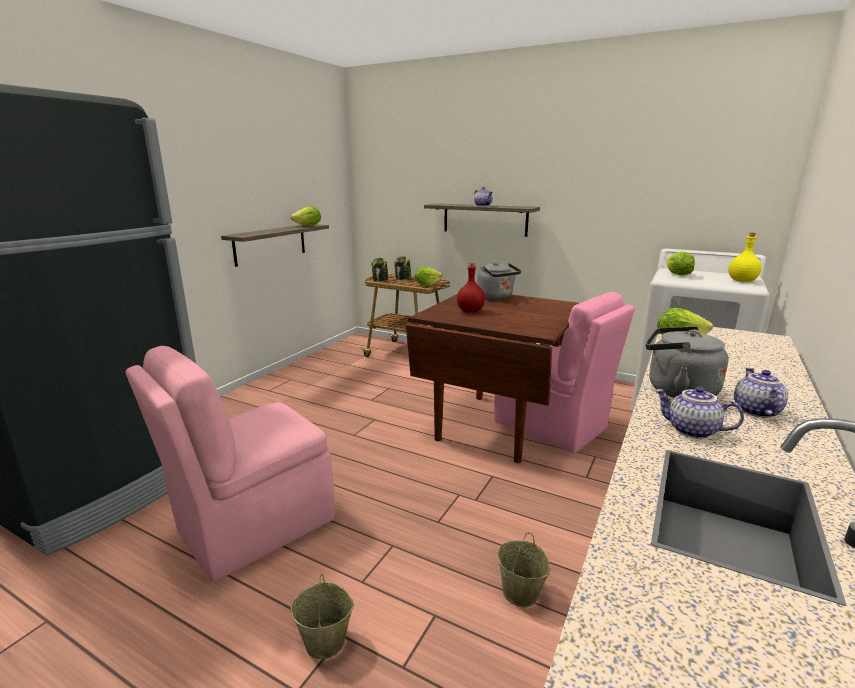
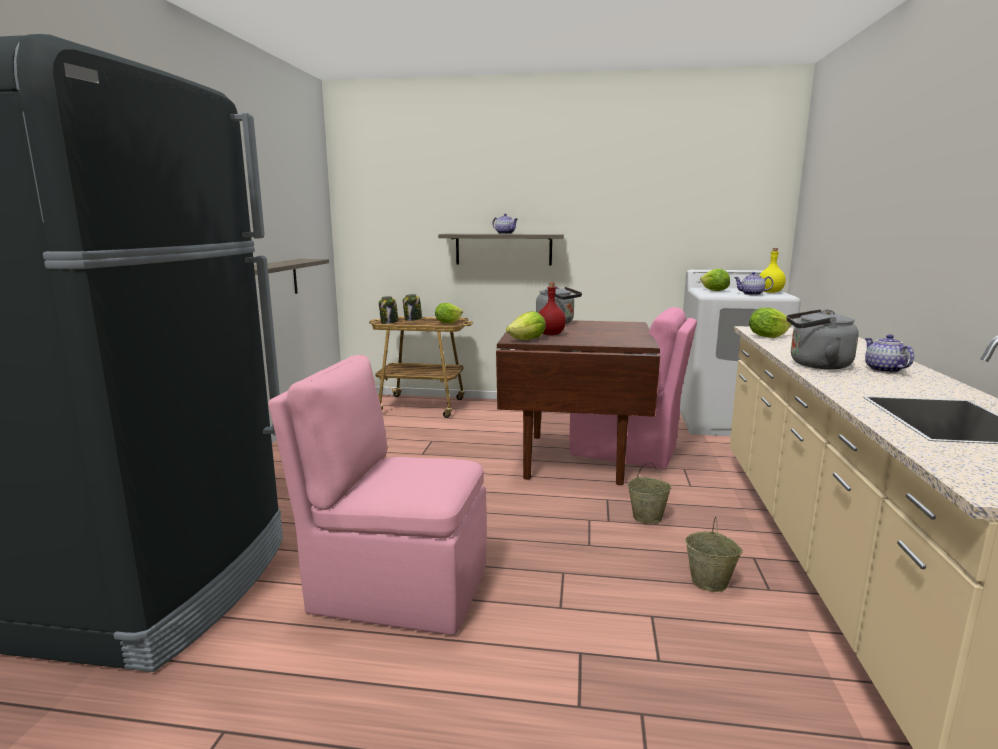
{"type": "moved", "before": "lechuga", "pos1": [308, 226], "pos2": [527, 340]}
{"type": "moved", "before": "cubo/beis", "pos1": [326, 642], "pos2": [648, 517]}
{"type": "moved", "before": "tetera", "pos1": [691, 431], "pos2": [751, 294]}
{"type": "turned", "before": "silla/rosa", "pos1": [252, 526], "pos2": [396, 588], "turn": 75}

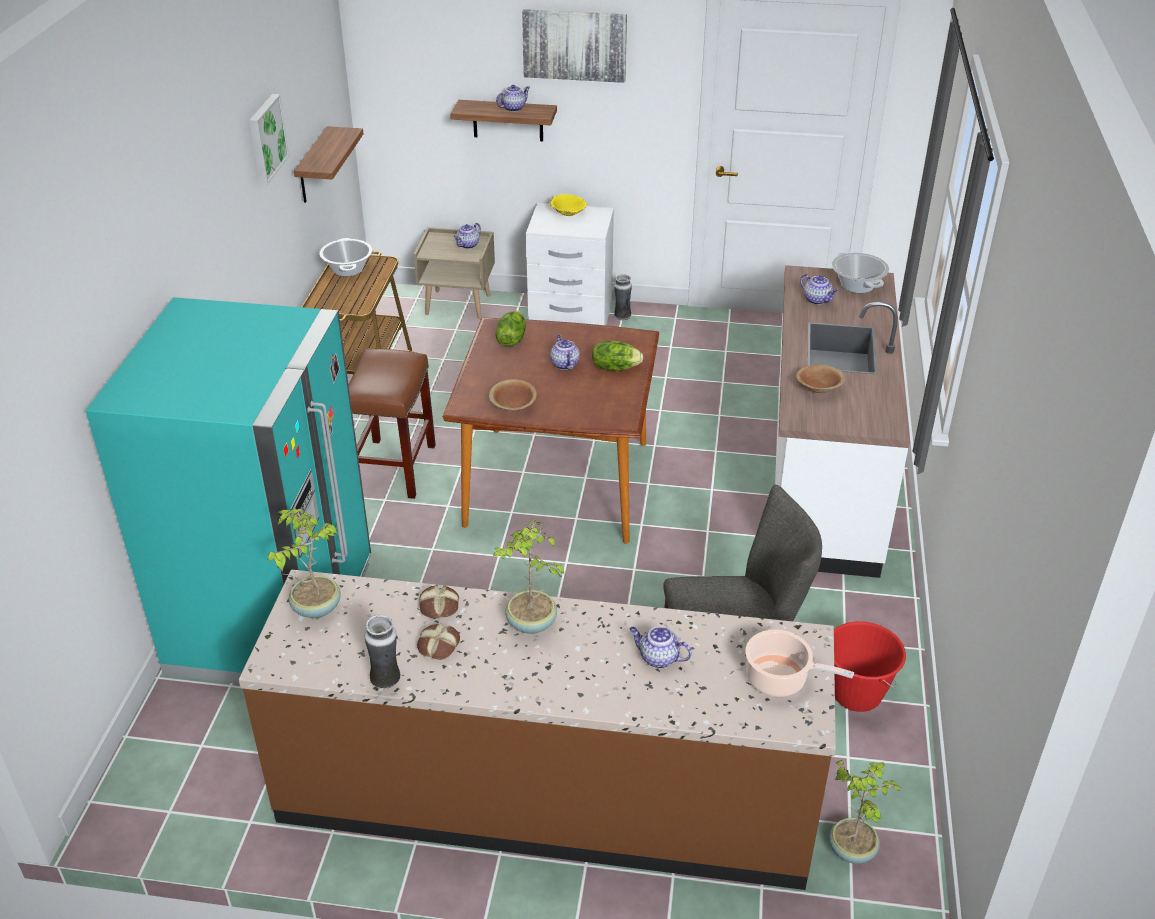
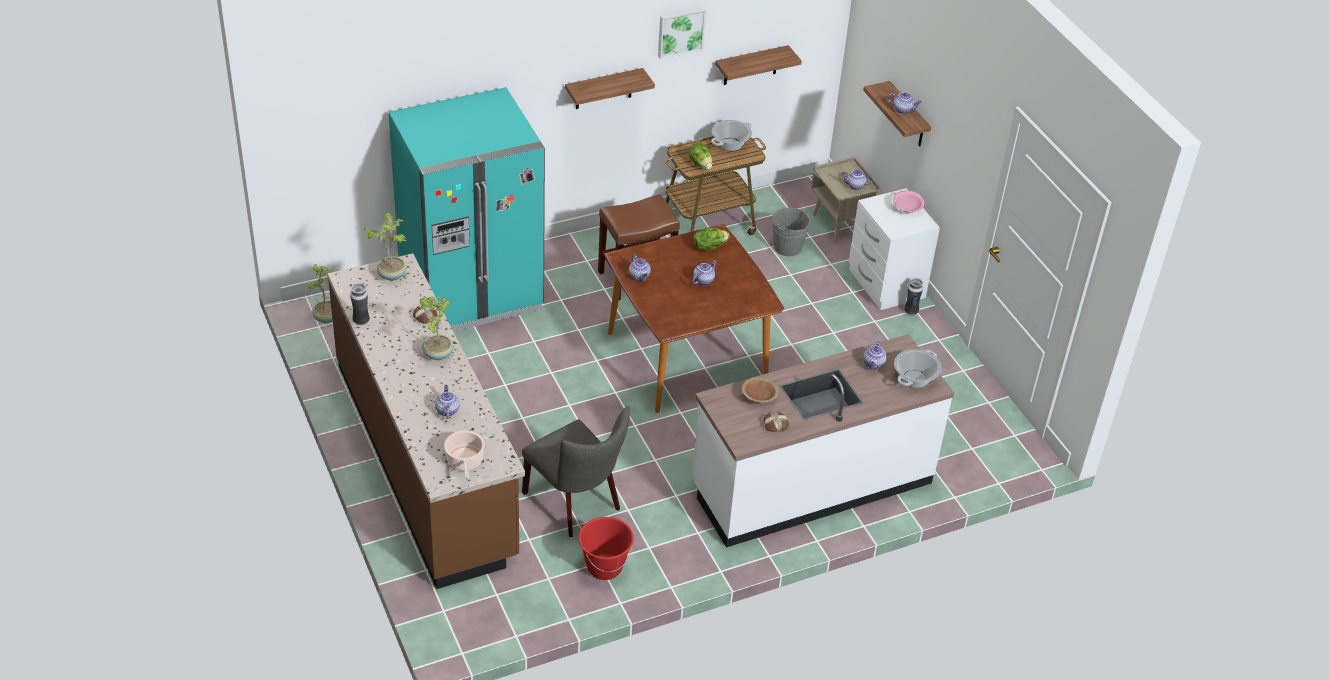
{"type": "removed", "before": "cuadro", "pos1": [574, 45]}
{"type": "added", "after": "estante", "pos2": [603, 89]}
{"type": "added", "after": "cubo/gris", "pos2": [787, 247]}
{"type": "moved", "before": "pan", "pos1": [438, 645], "pos2": [775, 424]}
{"type": "moved", "before": "lechuga", "pos1": [615, 367], "pos2": [700, 164]}
{"type": "moved", "before": "planta en maceta", "pos1": [852, 849], "pos2": [327, 318]}
{"type": "replaced", "before": "cuenco/marrón", "after": "tetera", "pos1": [513, 405], "pos2": [639, 276]}
{"type": "recoloured", "before": "cuenco/amarillo", "after": "cuenco/rosa", "pos1": [568, 213], "pos2": [907, 208]}

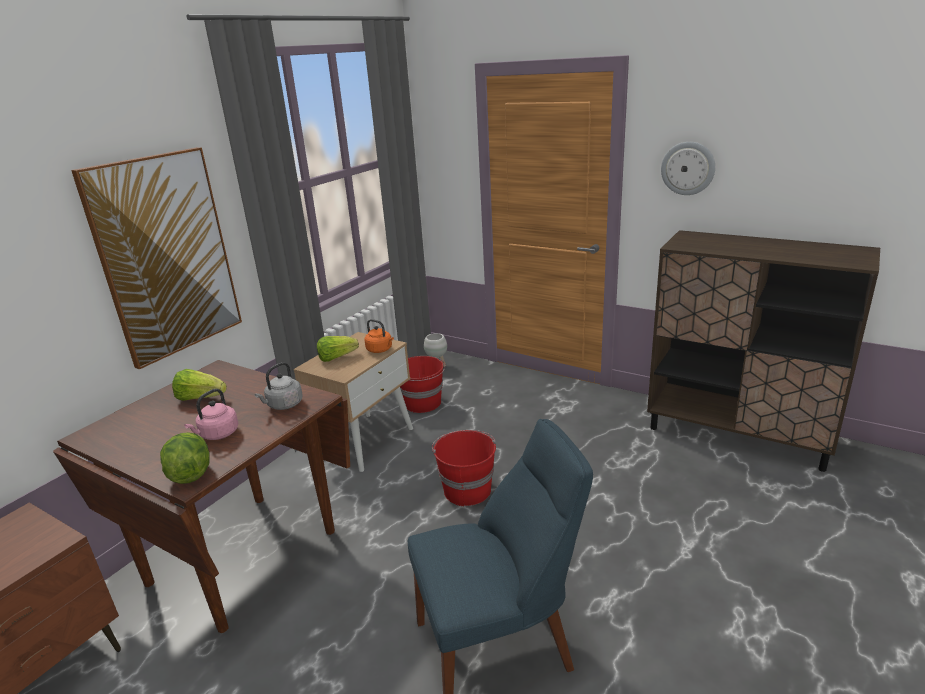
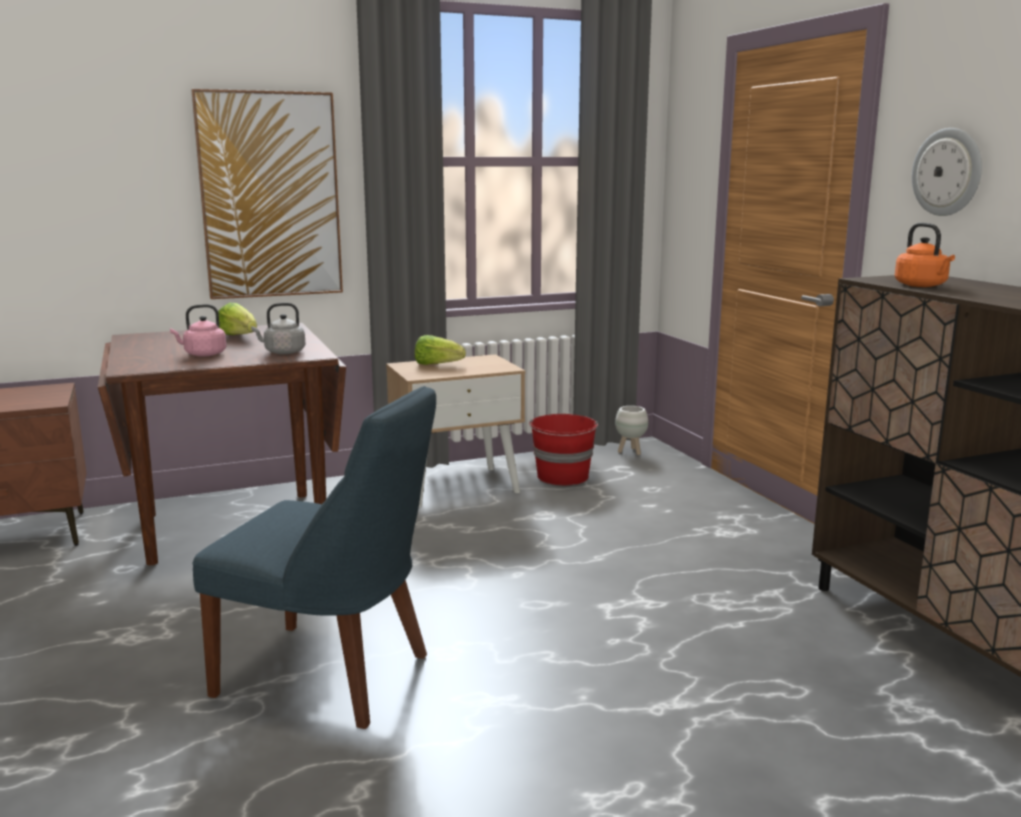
{"type": "removed", "before": "lechuga", "pos1": [190, 473]}
{"type": "removed", "before": "cubo/rojo", "pos1": [467, 489]}
{"type": "moved", "before": "hervidor/naranja", "pos1": [380, 350], "pos2": [922, 286]}

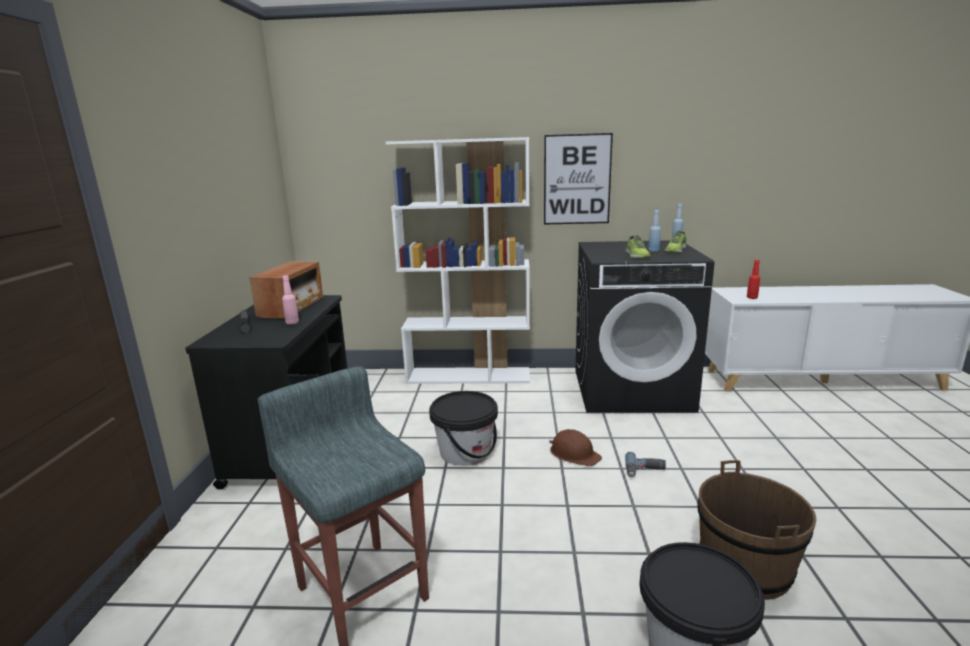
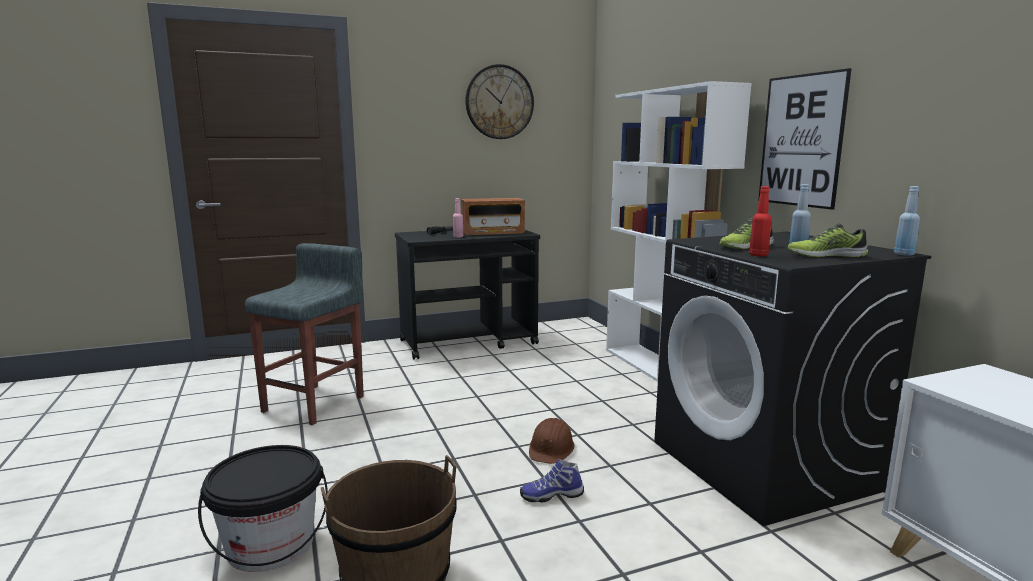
{"type": "removed", "before": "cubo/negro", "pos1": [465, 451]}
{"type": "added", "after": "reloj de pared", "pos2": [499, 102]}
{"type": "moved", "before": "botella/rojo", "pos1": [752, 297], "pos2": [758, 255]}
{"type": "replaced", "before": "taladro", "after": "zapato", "pos1": [645, 471], "pos2": [551, 495]}

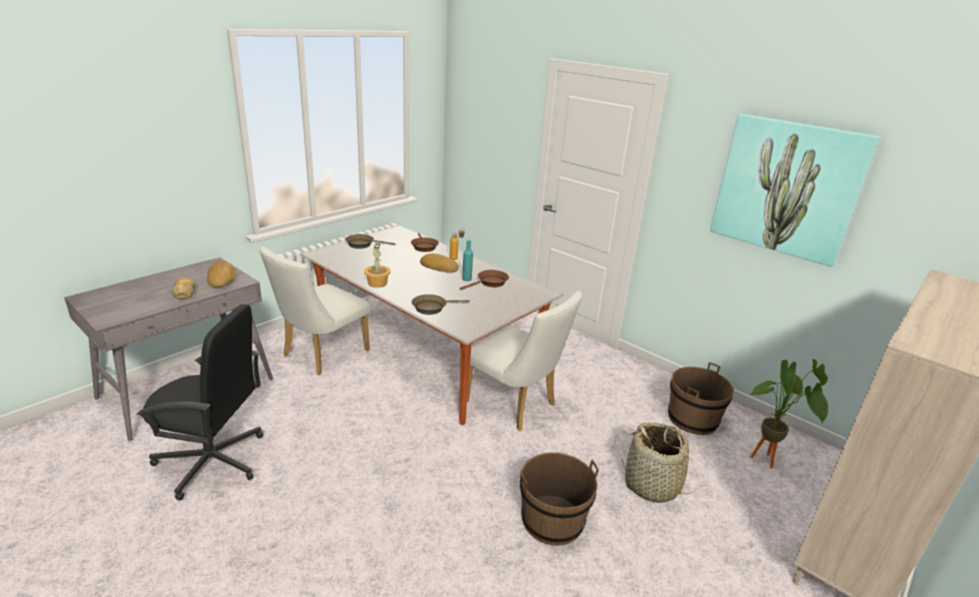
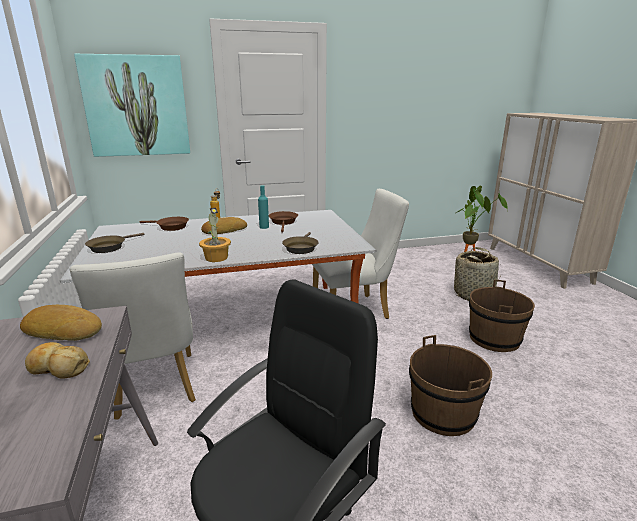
{"type": "moved", "before": "cubo/marrón", "pos1": [692, 419], "pos2": [443, 413]}
{"type": "moved", "before": "cuadro", "pos1": [787, 188], "pos2": [136, 106]}

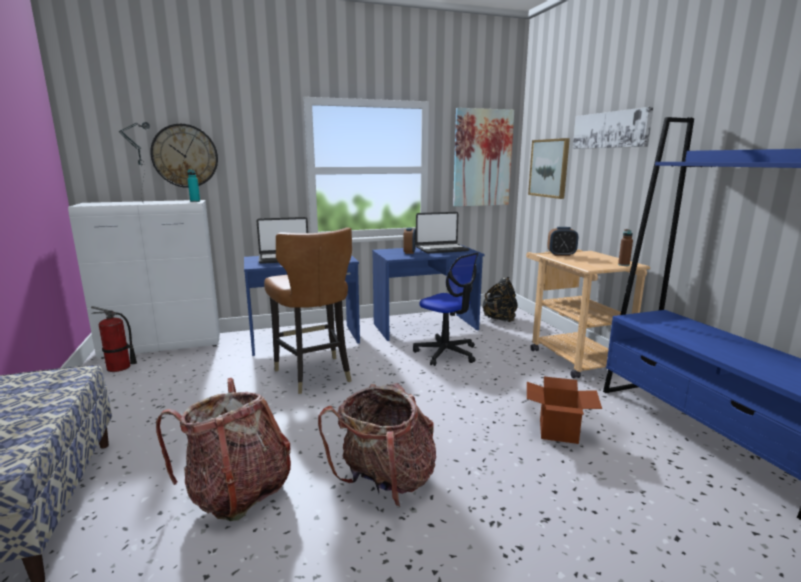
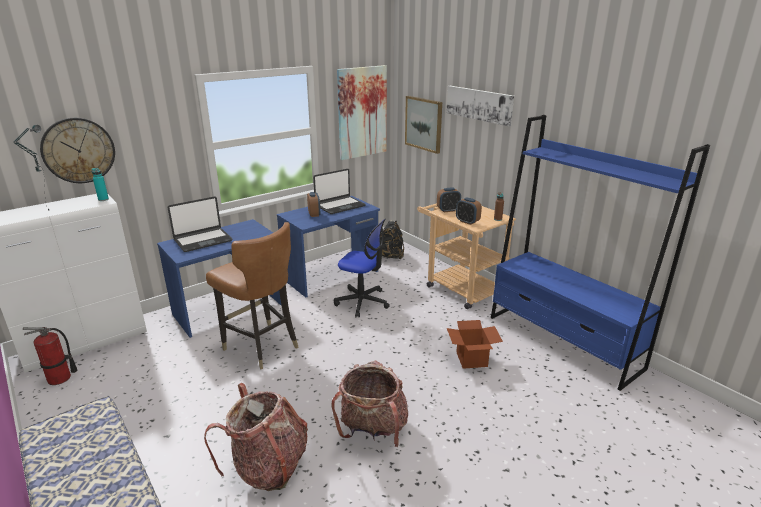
{"type": "added", "after": "despertador", "pos2": [467, 222]}

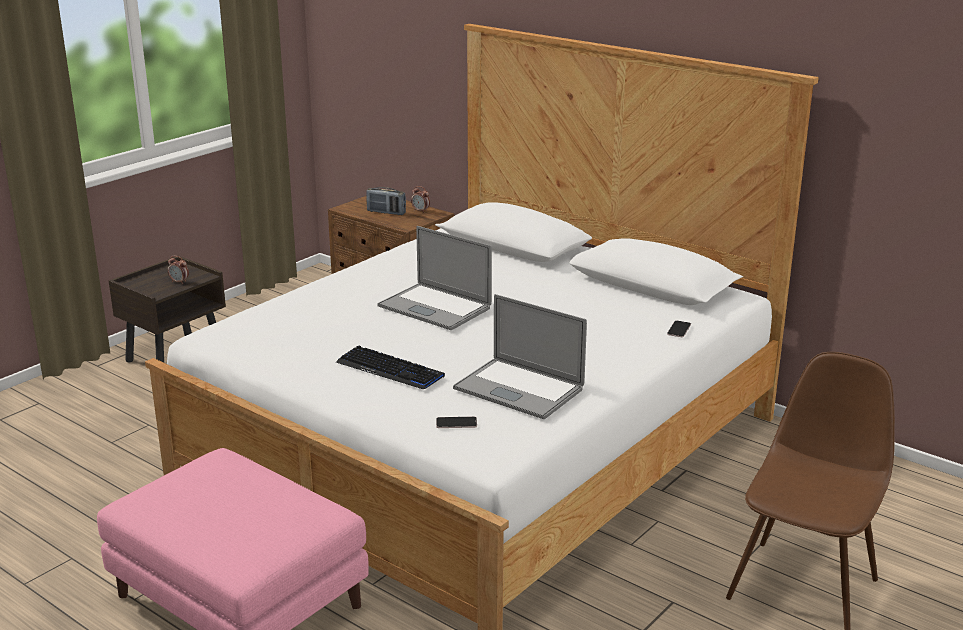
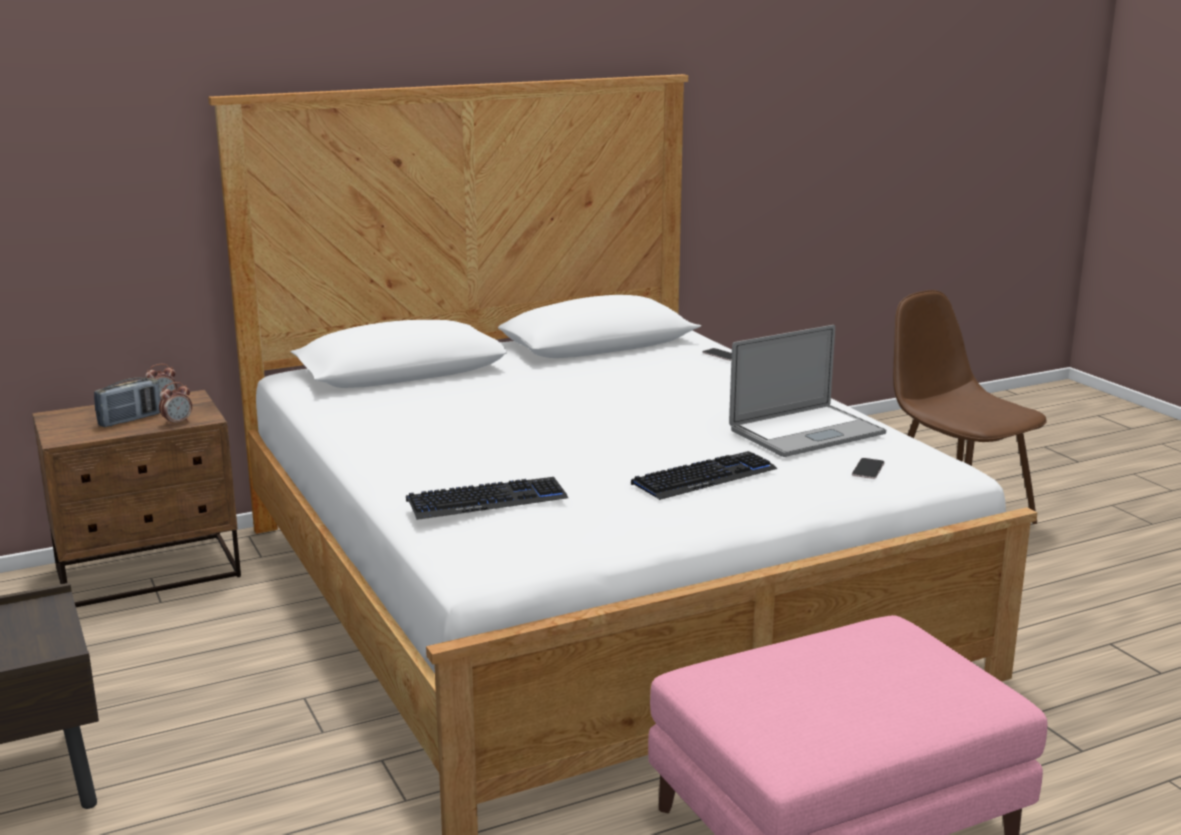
{"type": "removed", "before": "portátil", "pos1": [434, 307]}
{"type": "added", "after": "teclado", "pos2": [487, 501]}
{"type": "moved", "before": "despertador", "pos1": [179, 282], "pos2": [177, 423]}

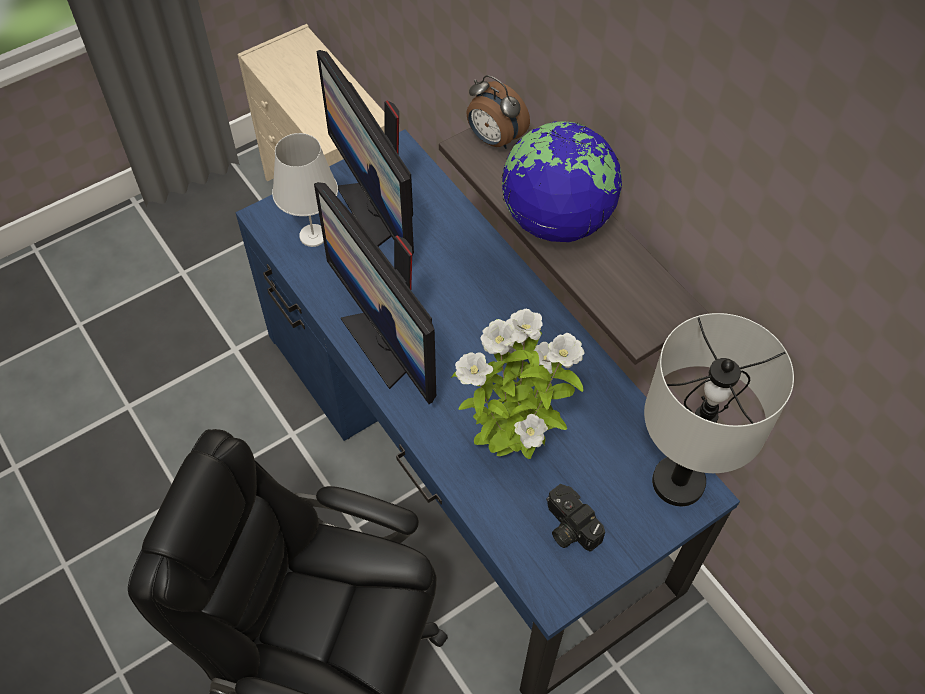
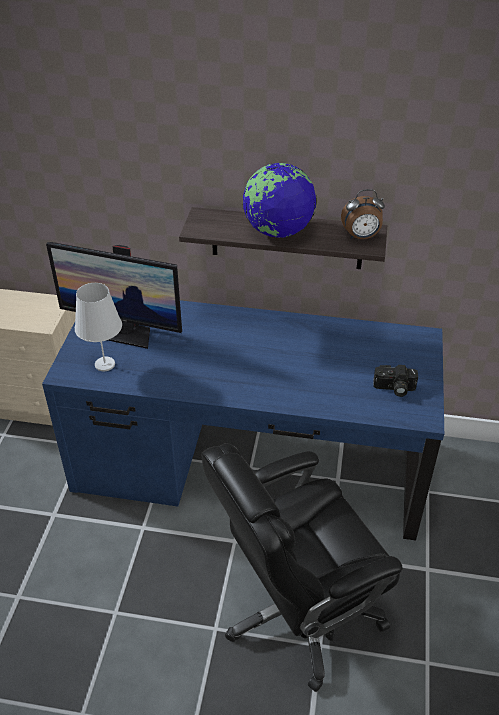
{"type": "removed", "before": "monitor", "pos1": [386, 342]}
{"type": "removed", "before": "planta en maceta", "pos1": [512, 448]}
{"type": "removed", "before": "lámpara de mesa/gris", "pos1": [678, 481]}
{"type": "moved", "before": "despertador", "pos1": [494, 139], "pos2": [361, 237]}

